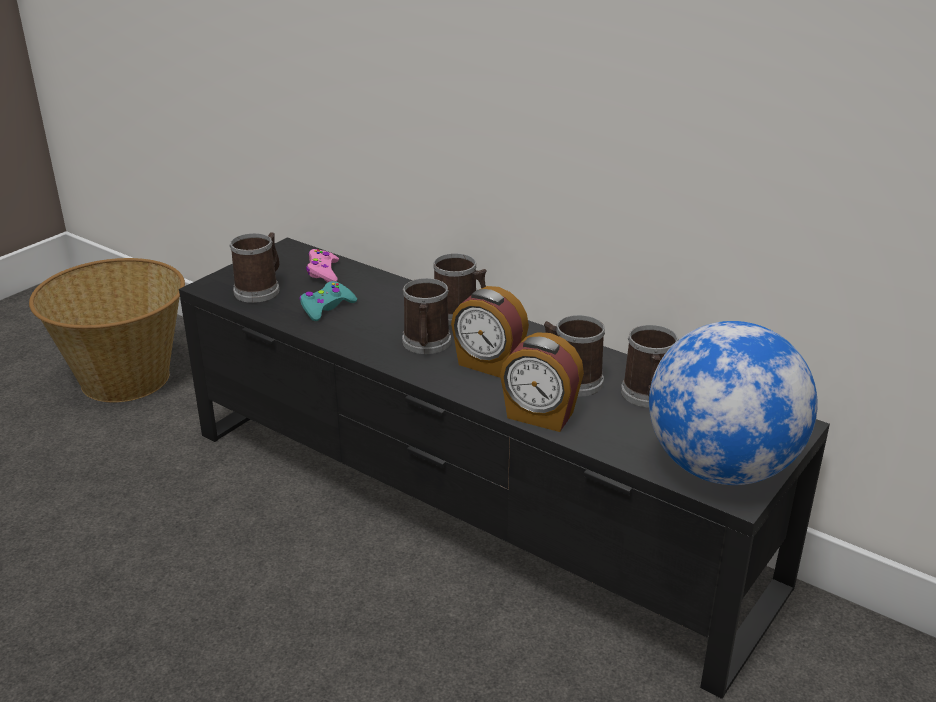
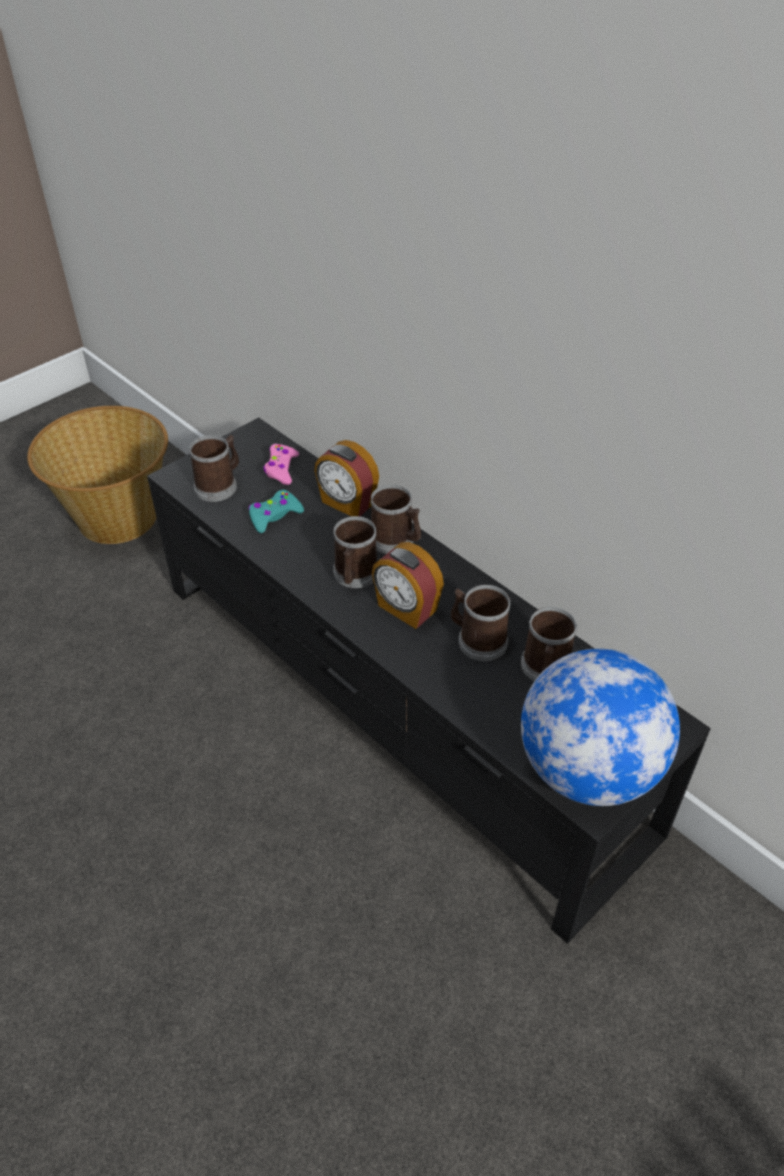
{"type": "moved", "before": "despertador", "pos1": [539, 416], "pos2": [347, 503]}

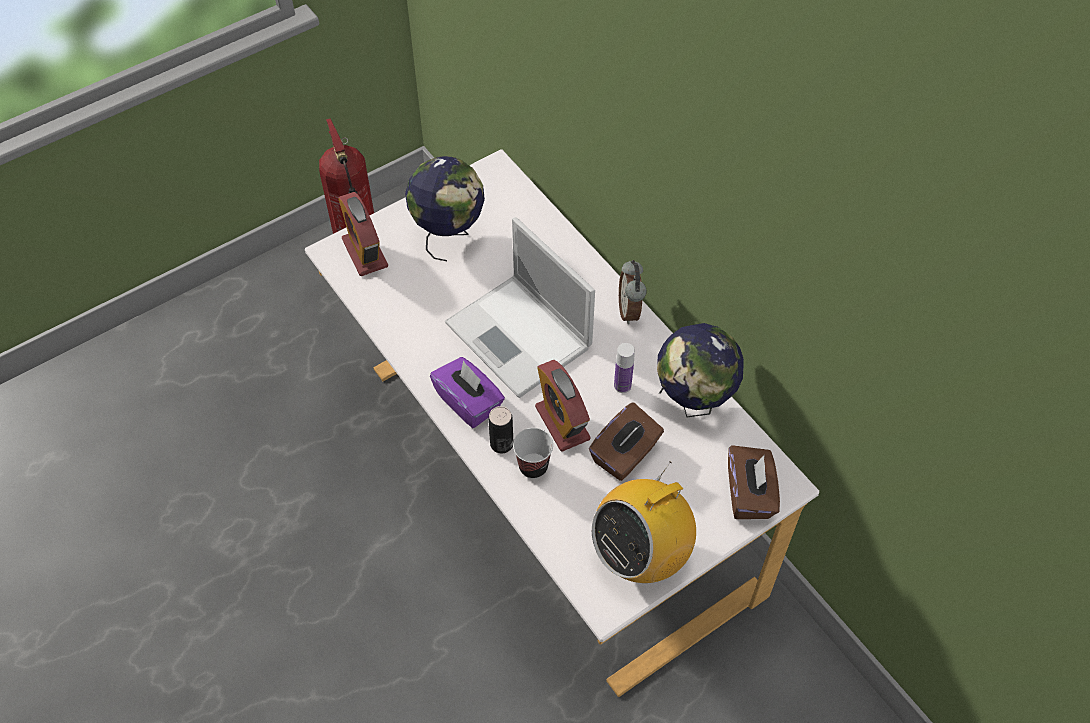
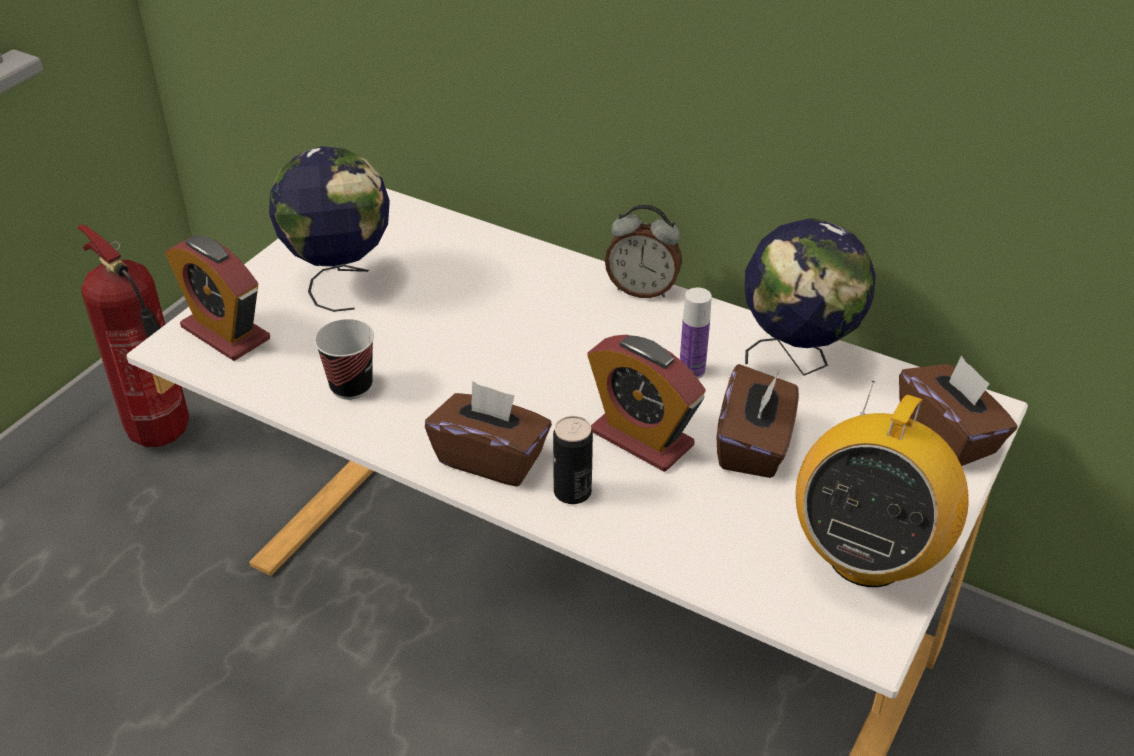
{"type": "removed", "before": "portátil", "pos1": [520, 336]}
{"type": "moved", "before": "taza", "pos1": [533, 467], "pos2": [351, 386]}
{"type": "recoloured", "before": "caja de pañuelos/morado", "after": "caja de pañuelos/marrón", "pos1": [469, 402], "pos2": [491, 458]}
{"type": "turned", "before": "despertador", "pos1": [630, 310], "pos2": [642, 290], "turn": -45}

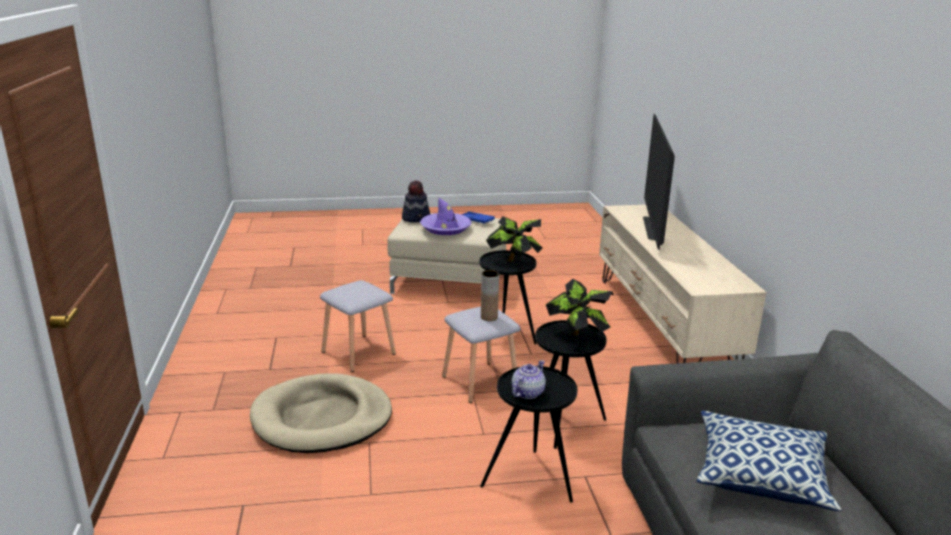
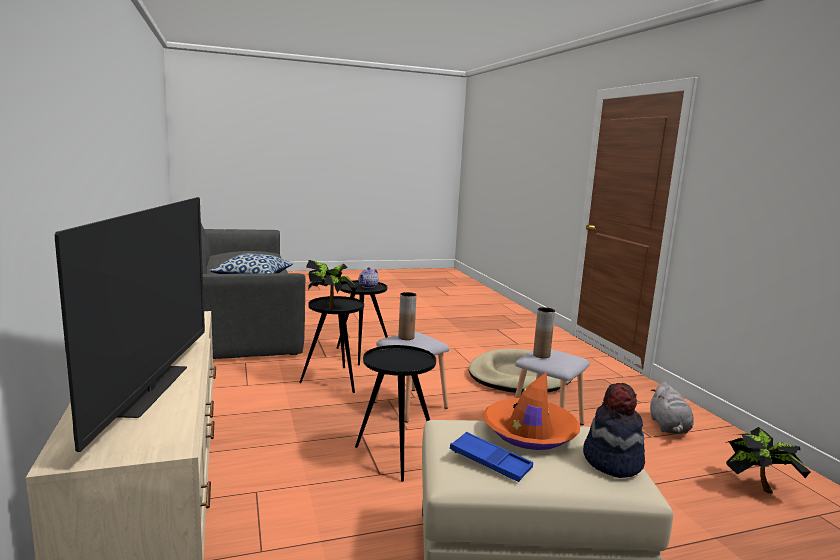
{"type": "added", "after": "florero/marrón", "pos2": [541, 355]}
{"type": "added", "after": "peluche/gris", "pos2": [669, 427]}
{"type": "moved", "before": "planta en maceta", "pos1": [514, 262], "pos2": [757, 487]}
{"type": "recoloured", "before": "sombrero/morado", "after": "sombrero/naranja", "pos1": [445, 228], "pos2": [529, 432]}

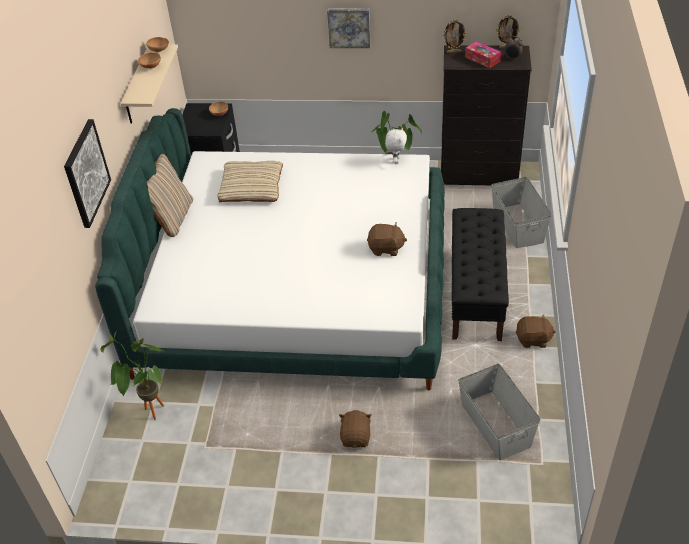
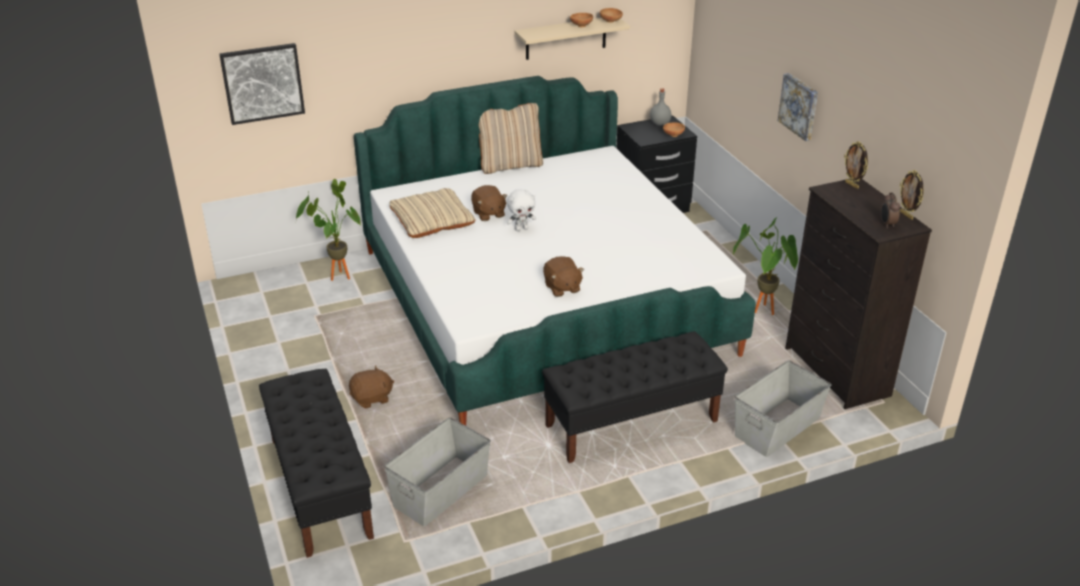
{"type": "removed", "before": "caja de pañuelos", "pos1": [482, 59]}
{"type": "added", "after": "banco/negro", "pos2": [320, 486]}
{"type": "added", "after": "botella/gris", "pos2": [659, 123]}
{"type": "moved", "before": "cuadro", "pos1": [86, 173], "pos2": [262, 83]}
{"type": "moved", "before": "cojín/beis", "pos1": [251, 186], "pos2": [432, 219]}
{"type": "moved", "before": "peluche/blanco", "pos1": [395, 161], "pos2": [521, 229]}
{"type": "moved", "before": "peluche/marrón", "pos1": [533, 340], "pos2": [488, 214]}

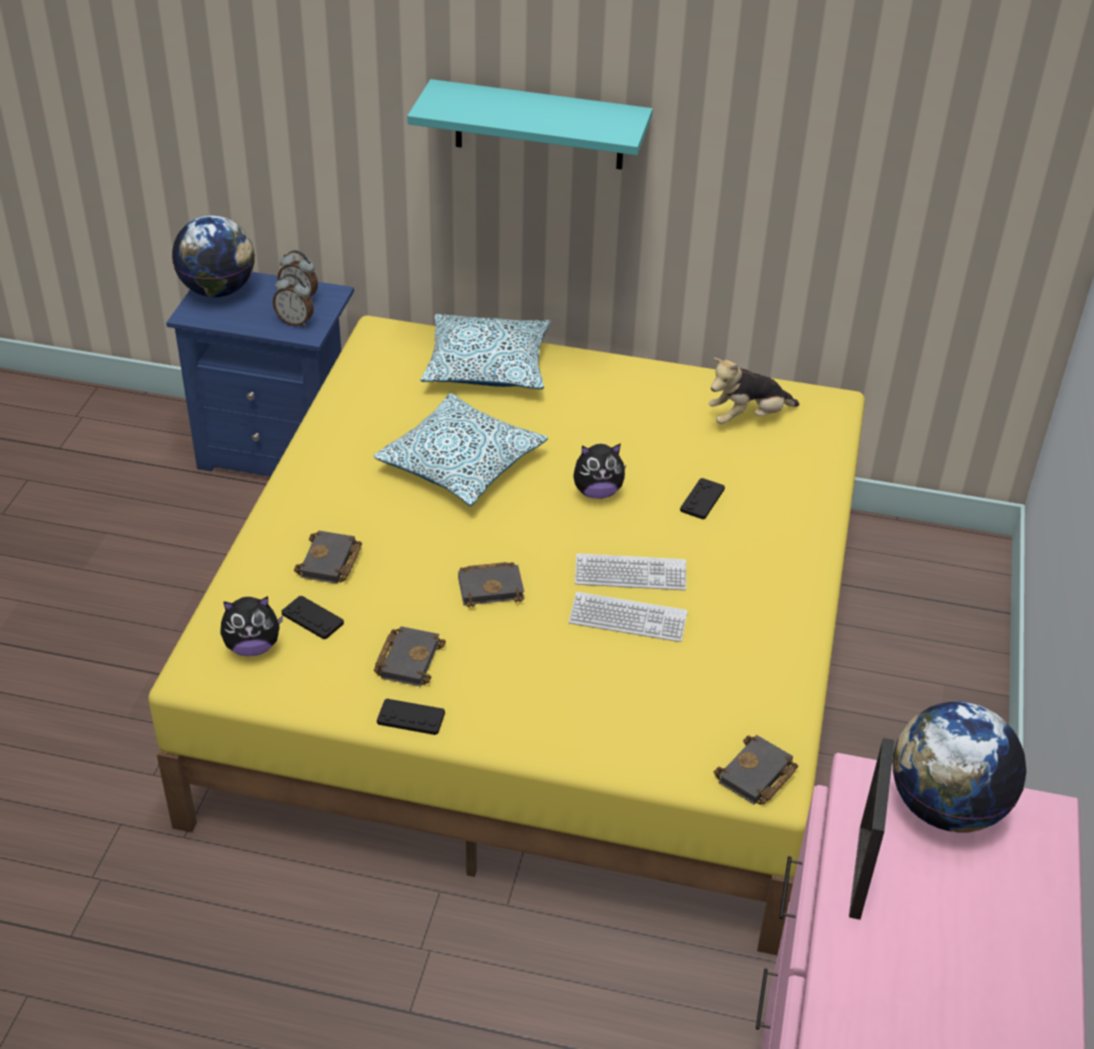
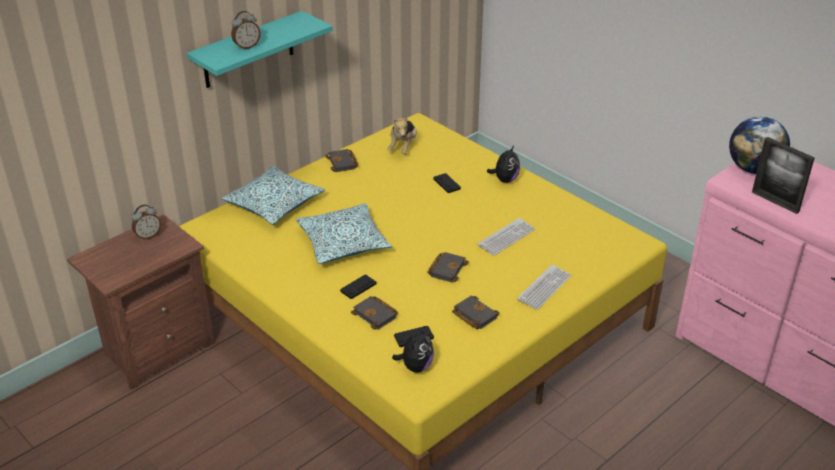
{"type": "removed", "before": "globo terráqueo", "pos1": [218, 290]}
{"type": "moved", "before": "despertador", "pos1": [295, 321], "pos2": [247, 46]}
{"type": "moved", "before": "mando de consola/negro", "pos1": [411, 718], "pos2": [358, 287]}
{"type": "moved", "before": "peluche", "pos1": [597, 492], "pos2": [505, 180]}
{"type": "moved", "before": "teclado", "pos1": [630, 574], "pos2": [544, 288]}
{"type": "moved", "before": "libro/negro", "pos1": [756, 777], "pos2": [343, 163]}
{"type": "recoloured", "before": "mesita de noche/azul", "after": "mesita de noche/marrón", "pos1": [280, 451], "pos2": [157, 349]}

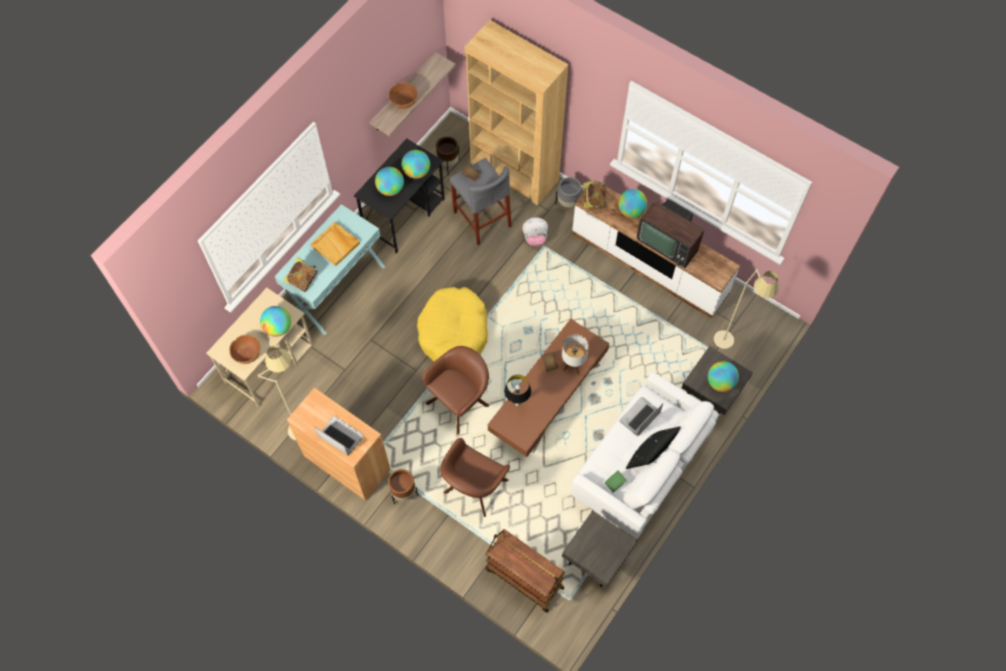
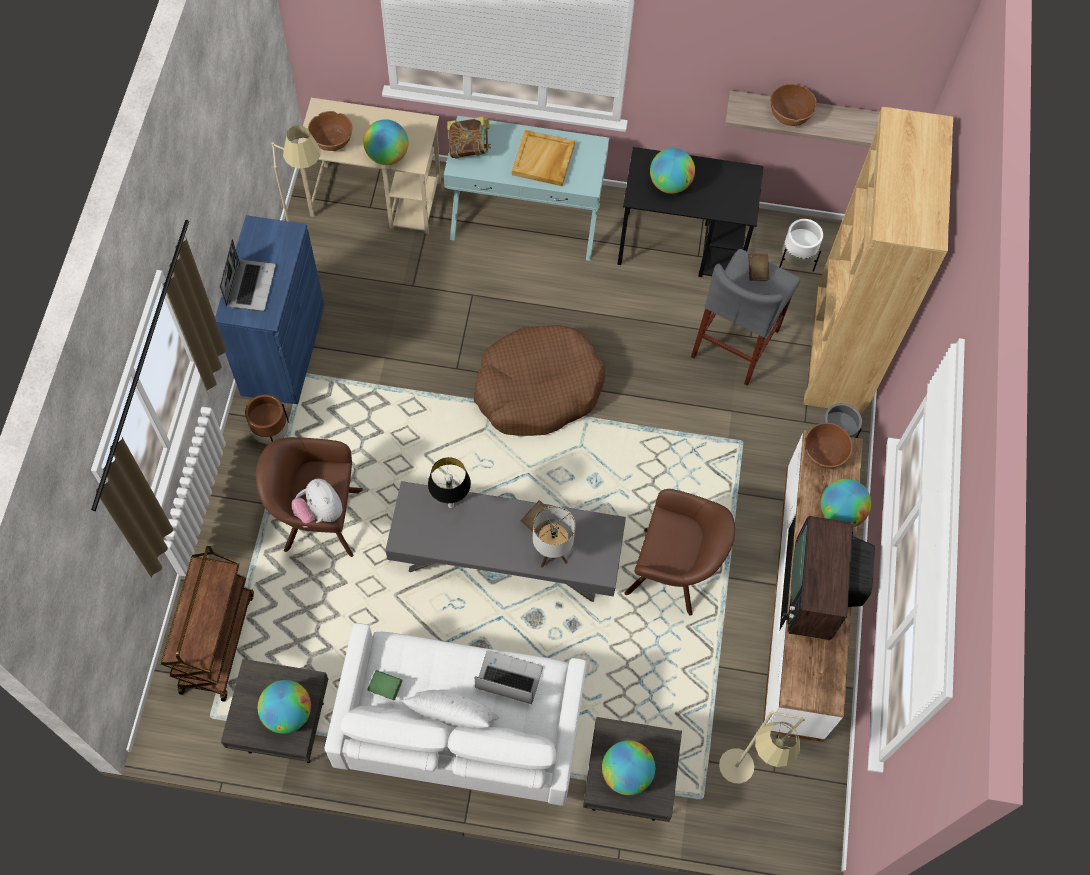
{"type": "moved", "before": "globo terráqueo", "pos1": [416, 172], "pos2": [288, 713]}
{"type": "moved", "before": "sillón/marrón", "pos1": [460, 402], "pos2": [673, 573]}
{"type": "moved", "before": "peluche", "pos1": [535, 238], "pos2": [320, 513]}
{"type": "replaced", "before": "libro", "after": "cuenco/marrón", "pos1": [594, 201], "pos2": [824, 453]}
{"type": "recoloured", "before": "armario/marrón", "after": "armario/azul", "pos1": [347, 462], "pos2": [283, 349]}
{"type": "recoloured", "before": "cama para perro/amarillo", "after": "cama para perro/marrón", "pos1": [454, 333], "pos2": [537, 389]}
{"type": "recoloured", "before": "maceta/marrón", "after": "maceta/blanco", "pos1": [448, 164], "pos2": [795, 262]}
{"type": "recoloured", "before": "mesa de centro/marrón", "after": "mesa de centro/gris", "pos1": [548, 397], "pos2": [505, 553]}
{"type": "recoloured", "before": "cojín/negro", "after": "cojín/blanco", "pos1": [649, 456], "pos2": [453, 719]}

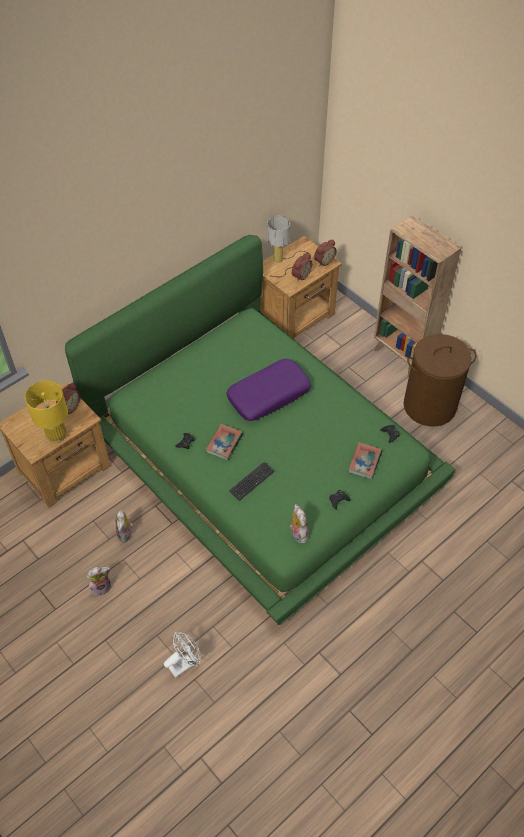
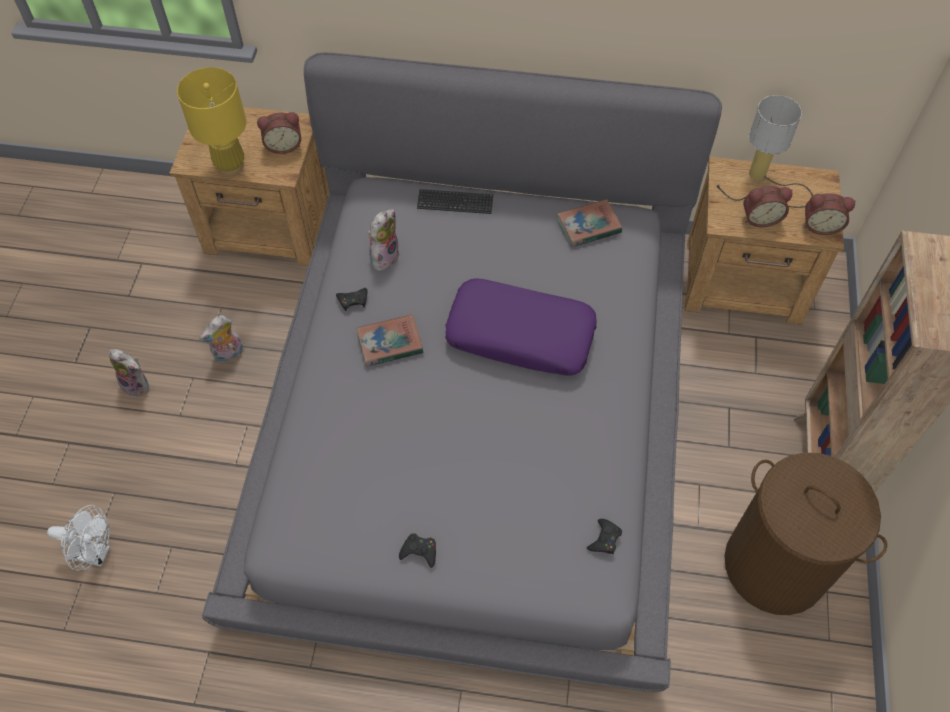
{"type": "moved", "before": "teclado", "pos1": [252, 481], "pos2": [455, 203]}
{"type": "moved", "before": "peluche", "pos1": [298, 533], "pos2": [384, 256]}
{"type": "moved", "before": "libro", "pos1": [364, 462], "pos2": [588, 226]}
{"type": "recoloured", "before": "cama/verde", "after": "cama/gris", "pos1": [261, 456], "pos2": [475, 413]}

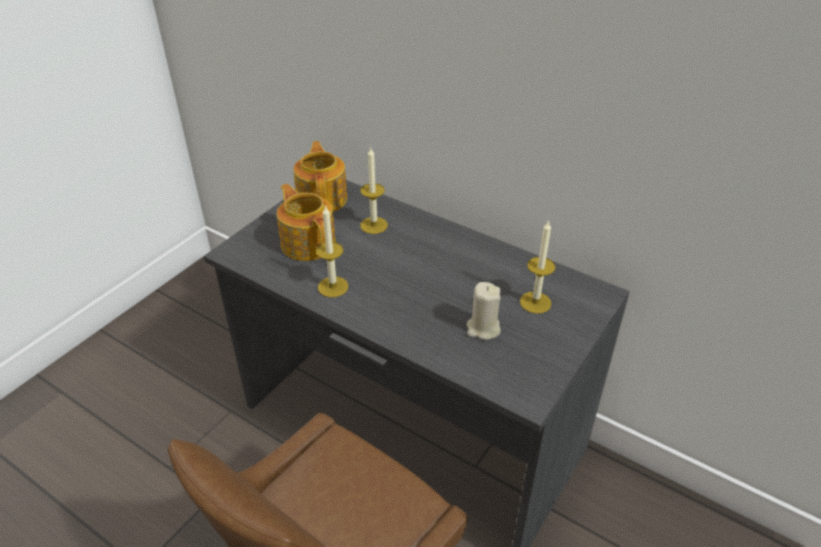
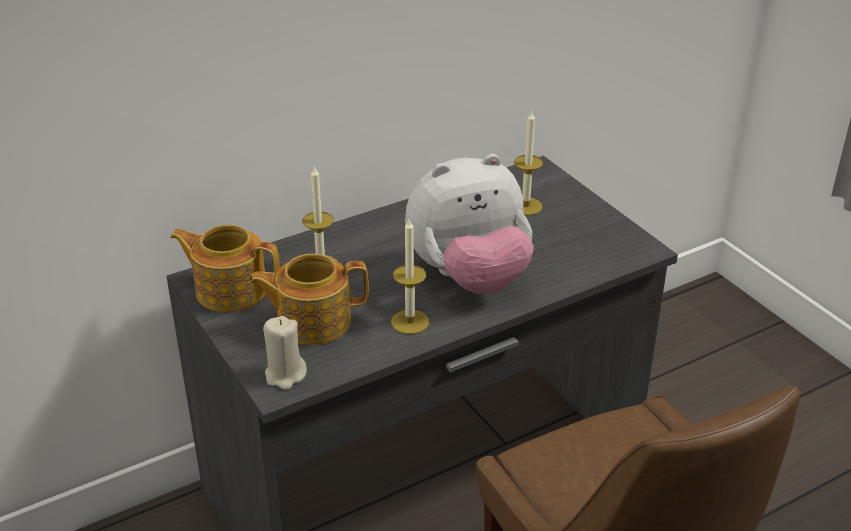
{"type": "added", "after": "peluche", "pos2": [469, 278]}
{"type": "moved", "before": "vela/beis", "pos1": [483, 328], "pos2": [285, 375]}

